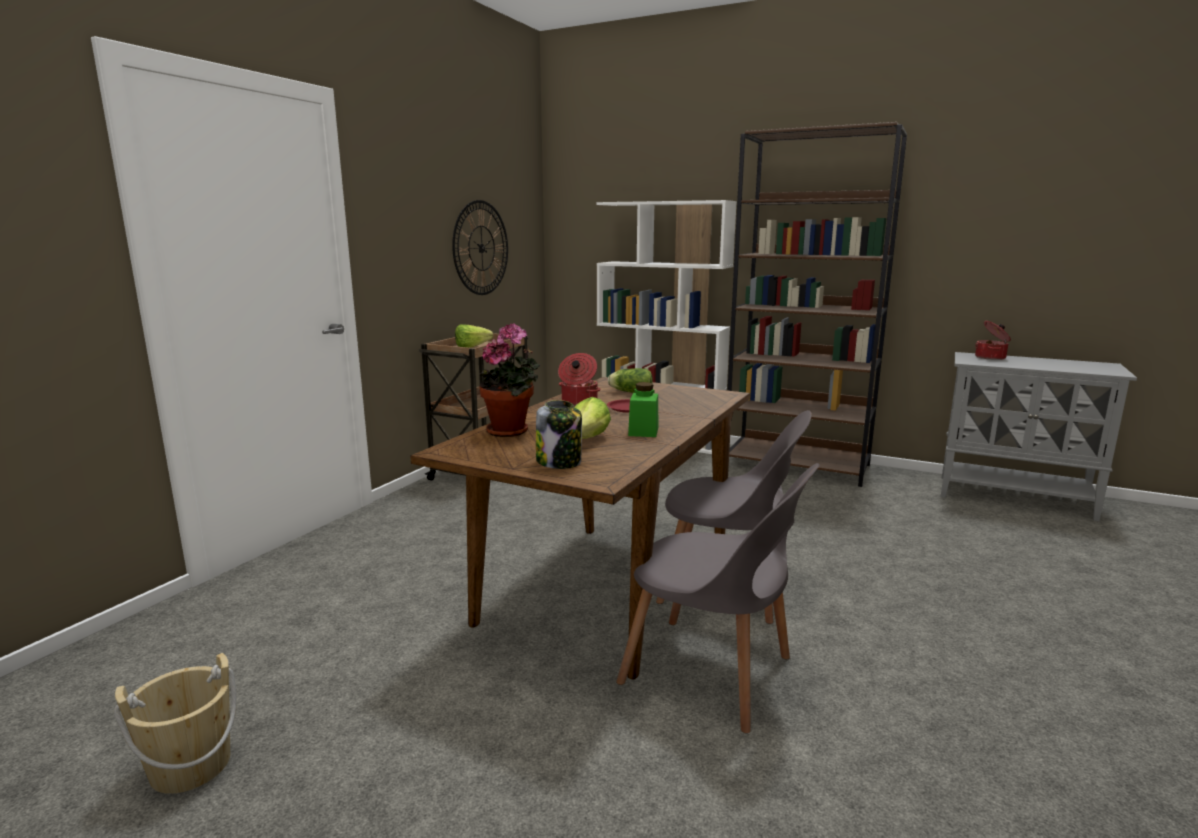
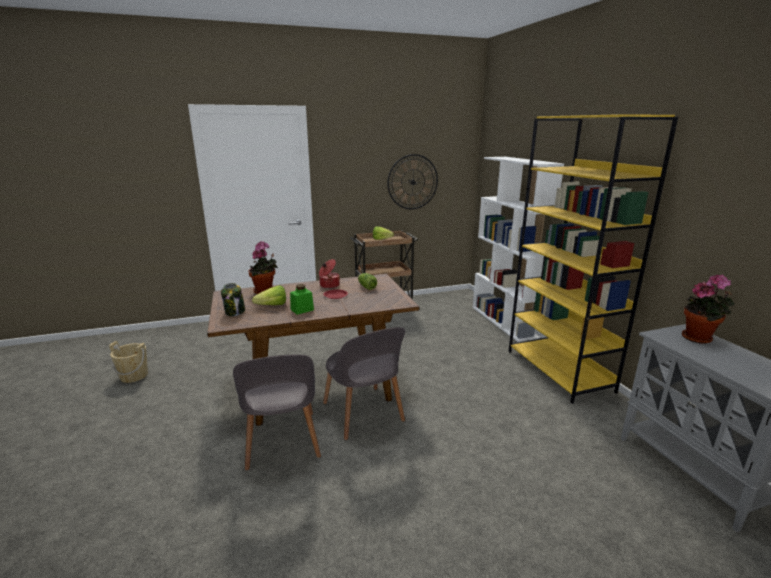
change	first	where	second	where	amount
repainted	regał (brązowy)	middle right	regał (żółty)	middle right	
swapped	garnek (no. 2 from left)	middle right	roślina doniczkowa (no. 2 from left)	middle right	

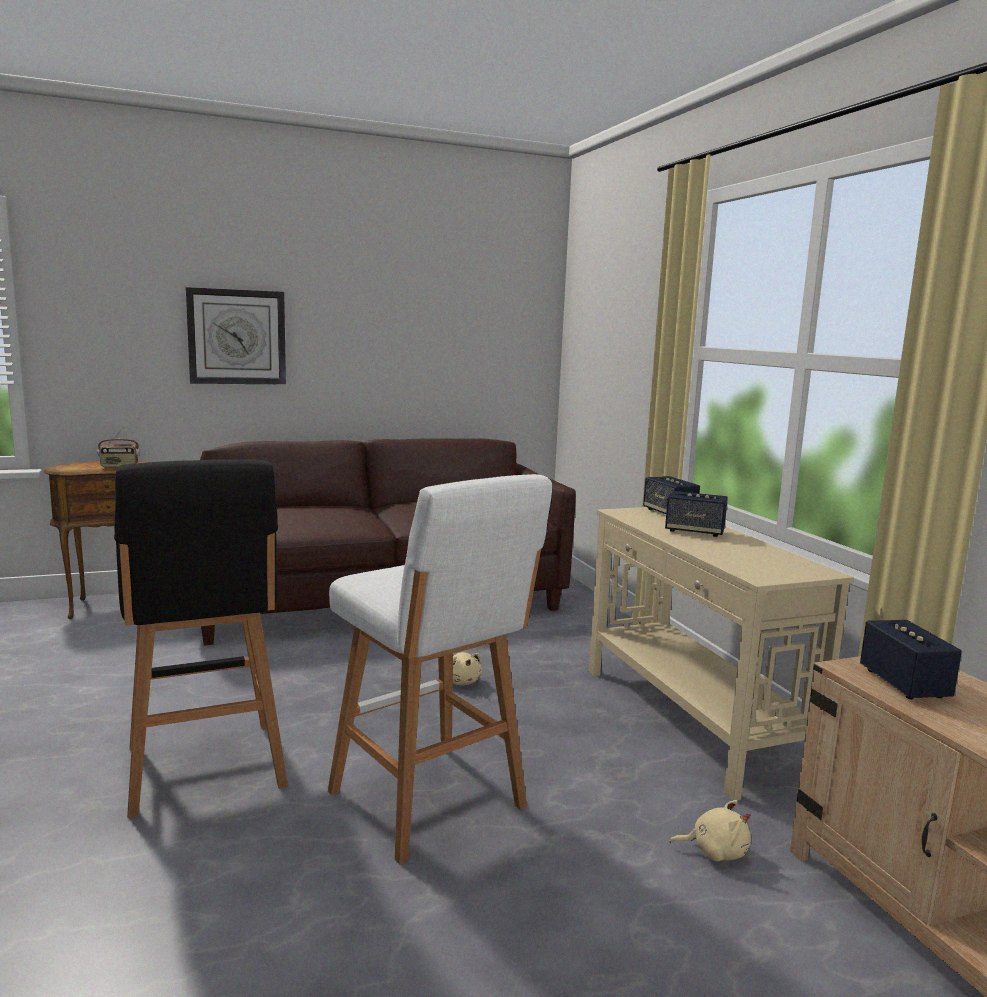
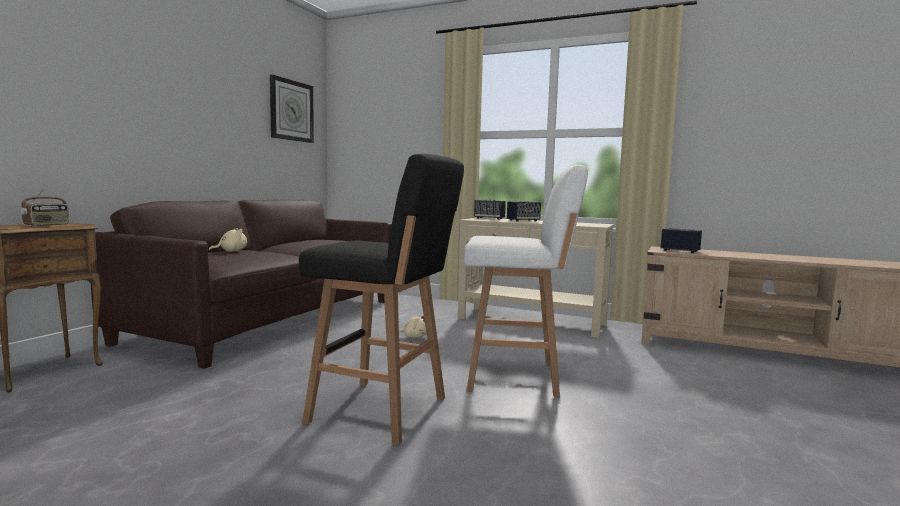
change	first	where	second	where	amount
shifted	zegar ścienny	middle left		top left	
shifted	pluszak (beżowy) (no. 2 from left in the first image)	bottom right	pluszak (beżowy) (no. 1 from left)	middle left	

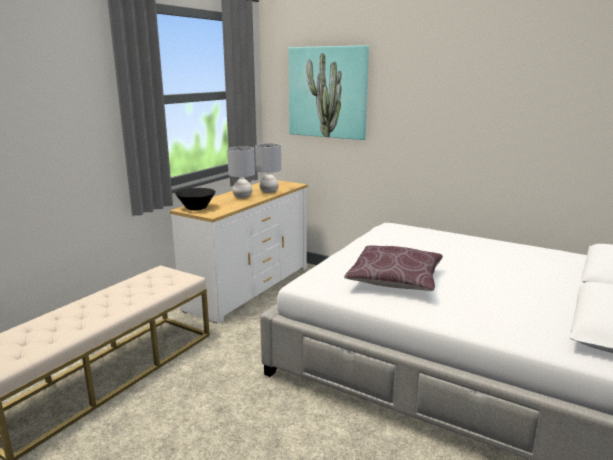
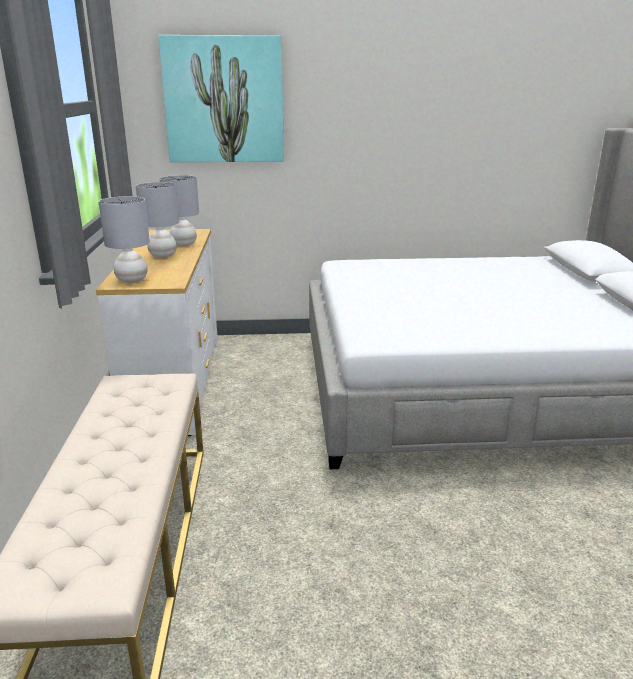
change	first	where	second	where	amount
swapped	miska (czarny)	middle left	lampa stołowa (szary) (no. 1 from left)	middle left	
gone	poduszka (brązowy)	centre			

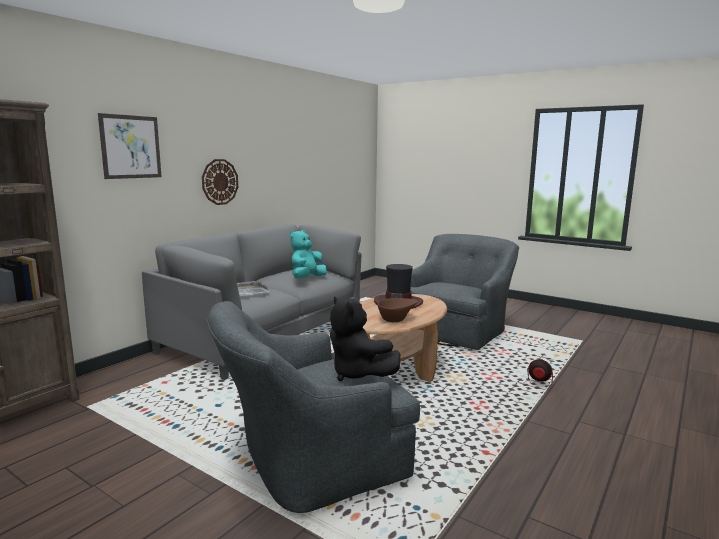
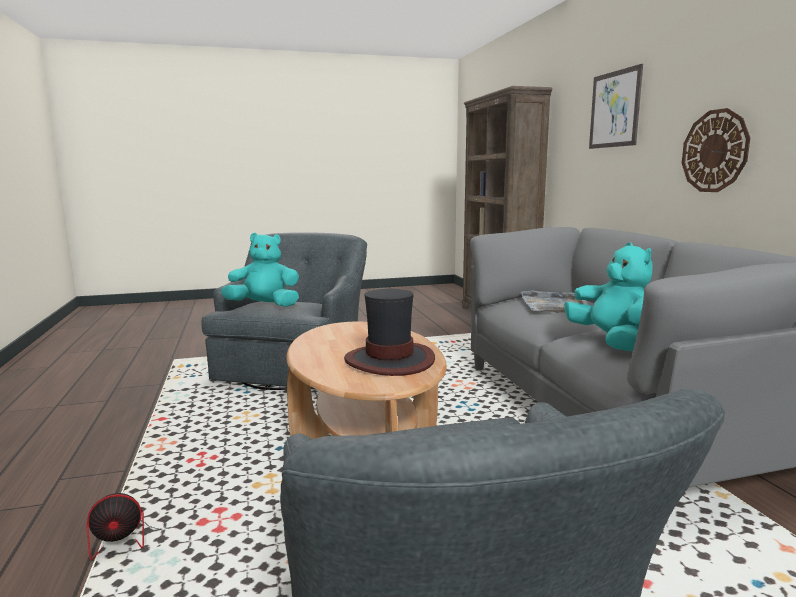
change	first	where	second	where	amount
repainted	pluszak (czarny)	centre	pluszak (turkusowy) (no. 1 from left)	middle left	
gone	miska (brązowy)	centre			

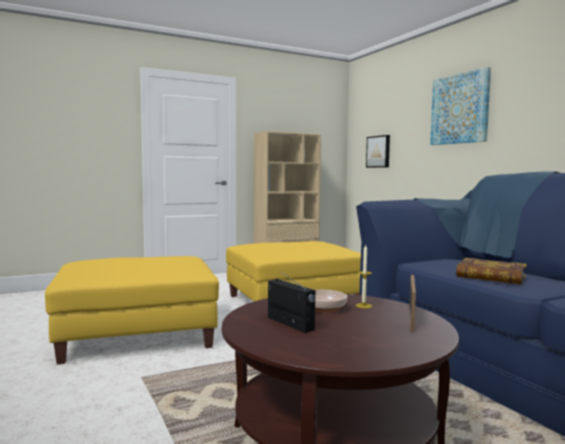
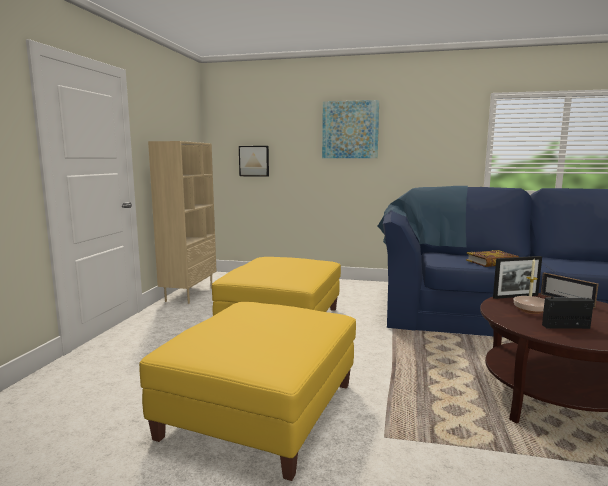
change	first	where	second	where	amount
new			ramka na zdjęcie (no. 1 from left)	middle right	

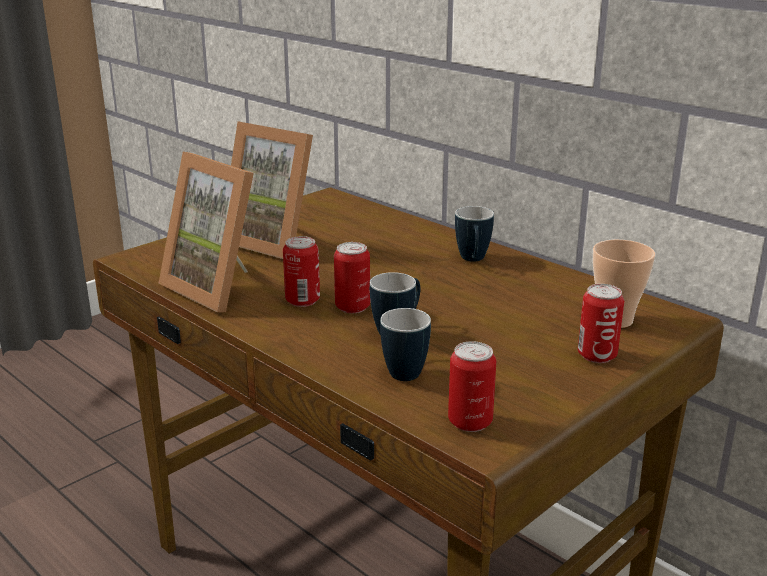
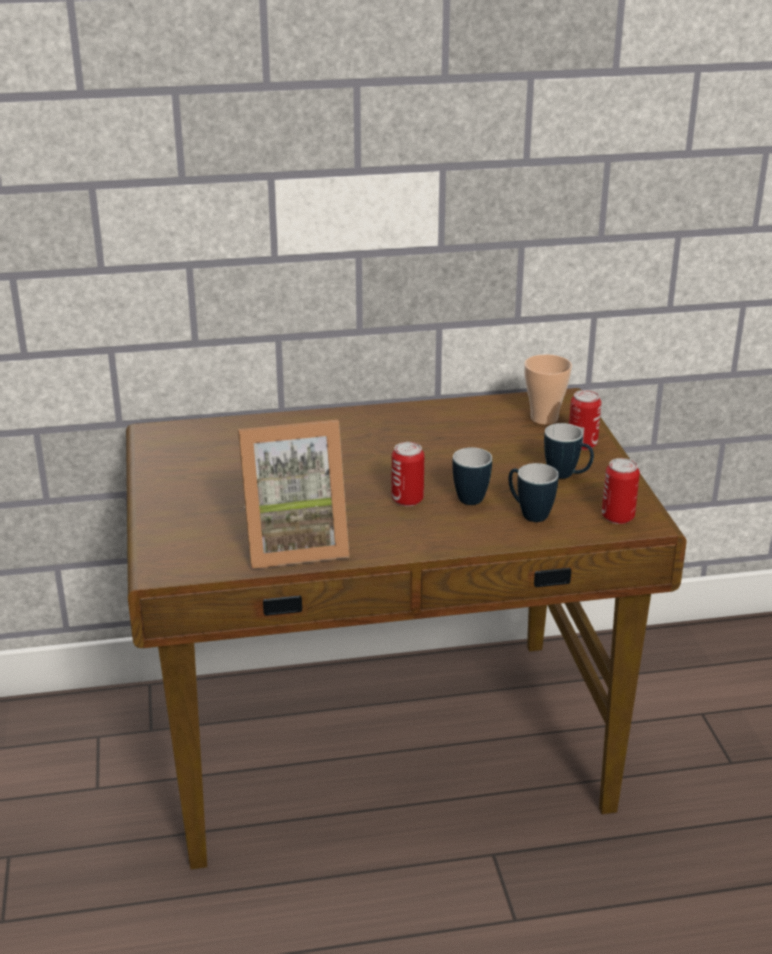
change	first	where	second	where	amount
gone	ramka na zdjęcie (no. 2 from left)	top centre			
shifted	kubek (no. 3 from left)	centre		middle right	
gone	puszka (no. 1 from left)	centre			

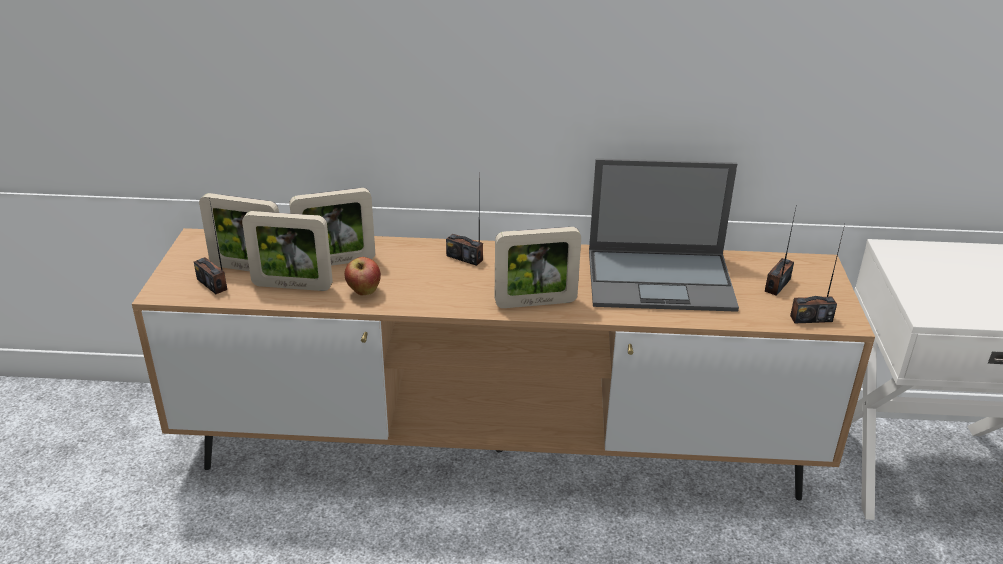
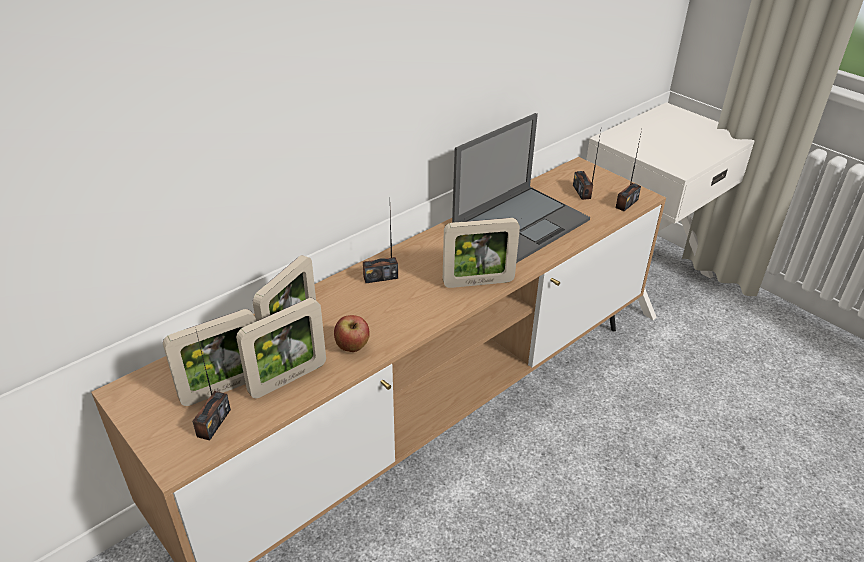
change	first	where	second	where	amount
rotated	radio (no. 1 from left)	middle left		bottom left	75 degrees counterclockwise
rotated	ramka na zdjęcie (no. 4 from left)	centre		centre	45 degrees clockwise

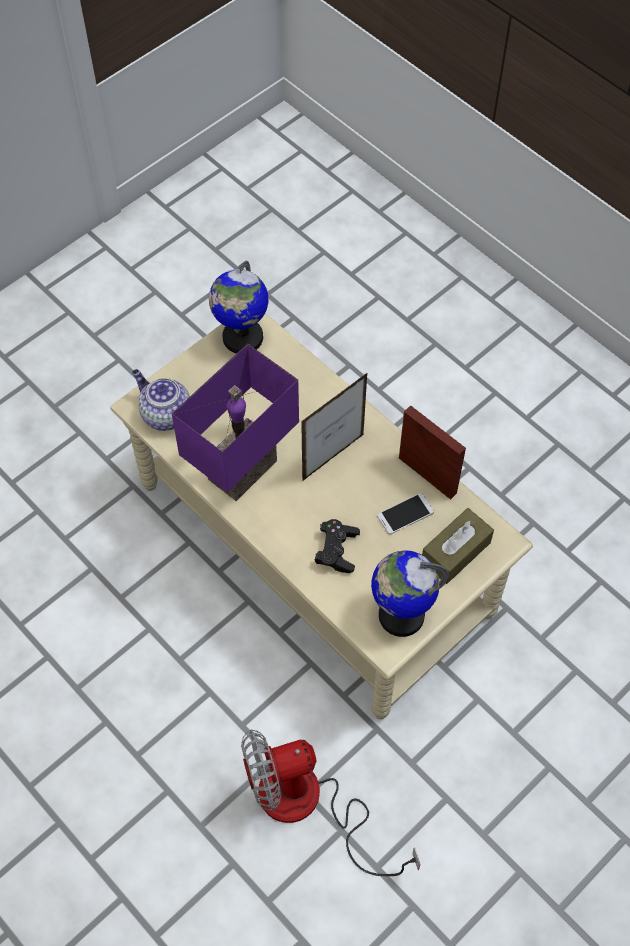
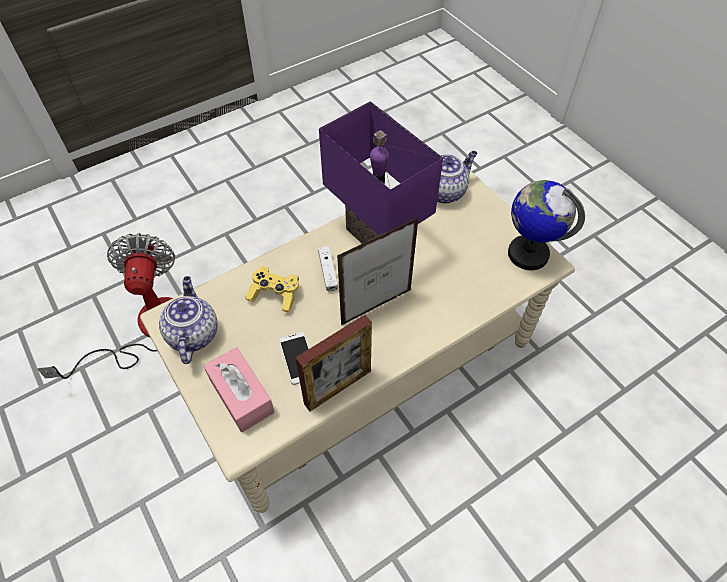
change	first	where	second	where	amount
rotated	ramka na zdjęcie (no. 1 from left in the first image)	centre	ramka na zdjęcie (no. 2 from left)	centre	90 degrees counterclockwise
repainted	pudełko chusteczek (brązowy)	middle right	pudełko chusteczek (różowy)	bottom left	
repainted	pad do gier (czarny)	centre	pad do gier (żółty)	centre	
swapped	globus (no. 2 from left)	centre	imbryk (no. 1 from left)	middle left	
new			pad do gier (biały)	centre	

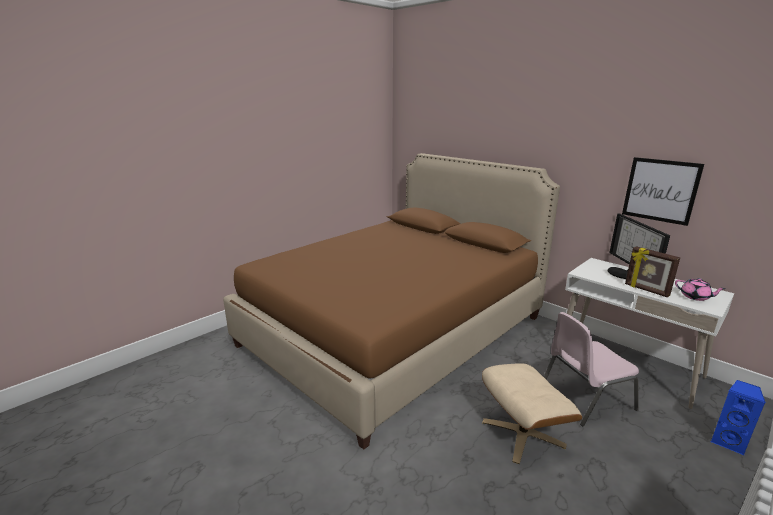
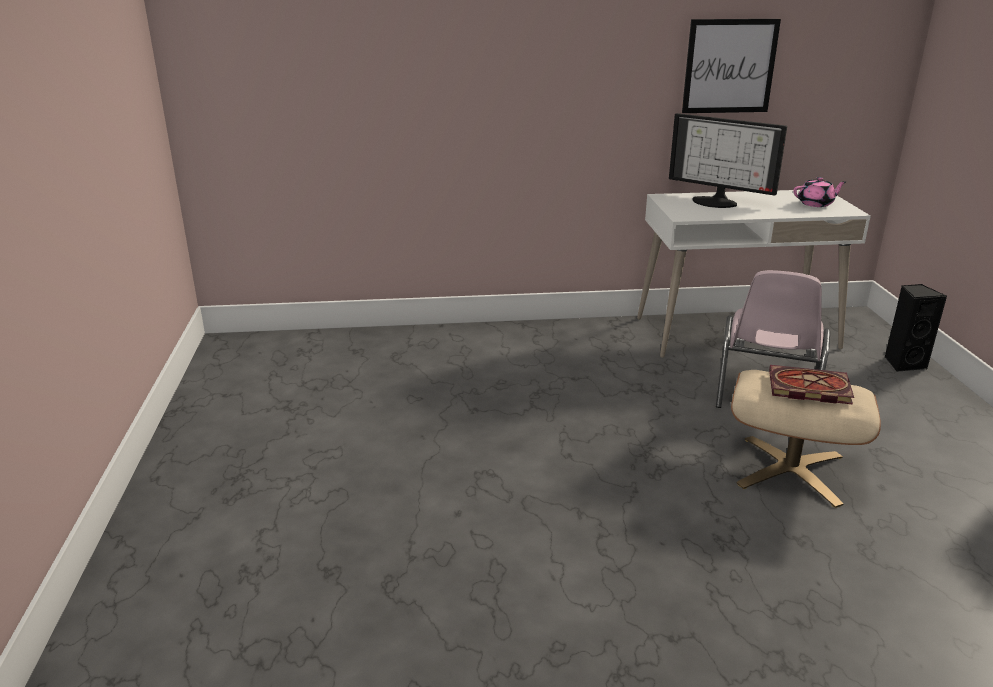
change	first	where	second	where	amount
gone	łóżko (brązowy)	centre			
gone	ramka na zdjęcie	middle right			
repainted	głośnik (niebieski)	bottom right	głośnik (czarny)	middle right	
new			książka	middle right	

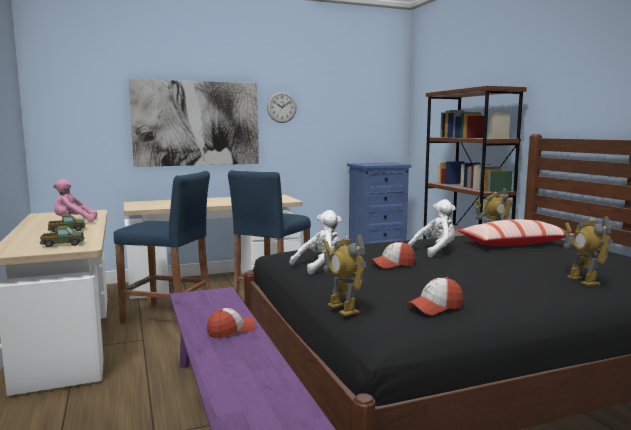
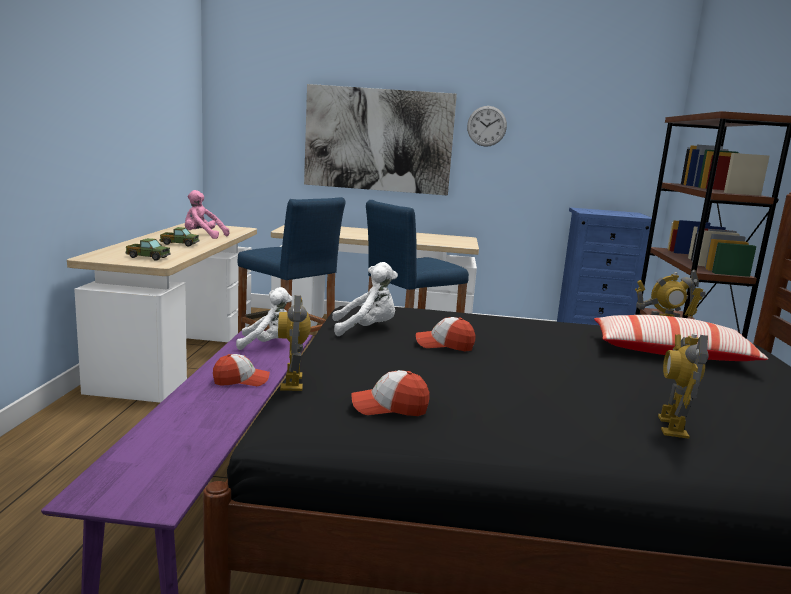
change	first	where	second	where	amount
shifted	pluszak (biały) (no. 2 from left in the first image)	middle right	pluszak (biały) (no. 1 from left)	centre	

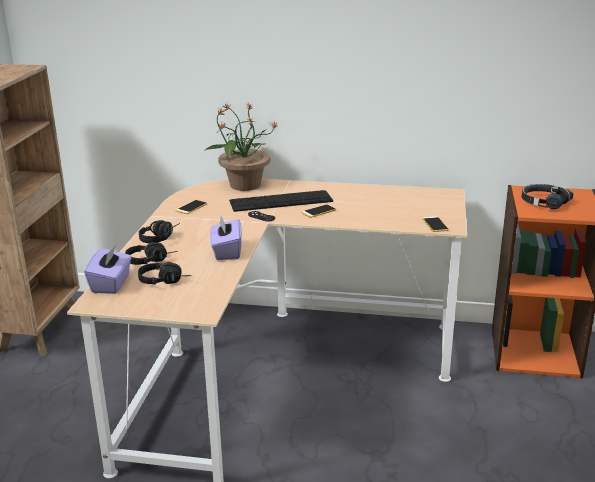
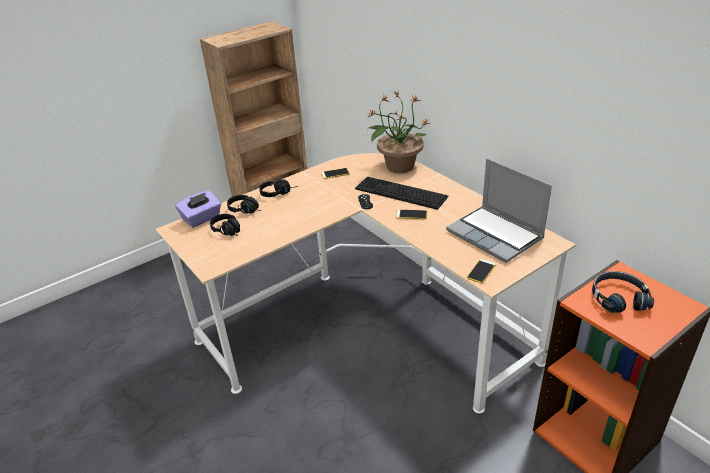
change	first	where	second	where	amount
gone	pudełko chusteczek (fioletowy) (no. 2 from left)	centre			
new			laptop	middle right	

